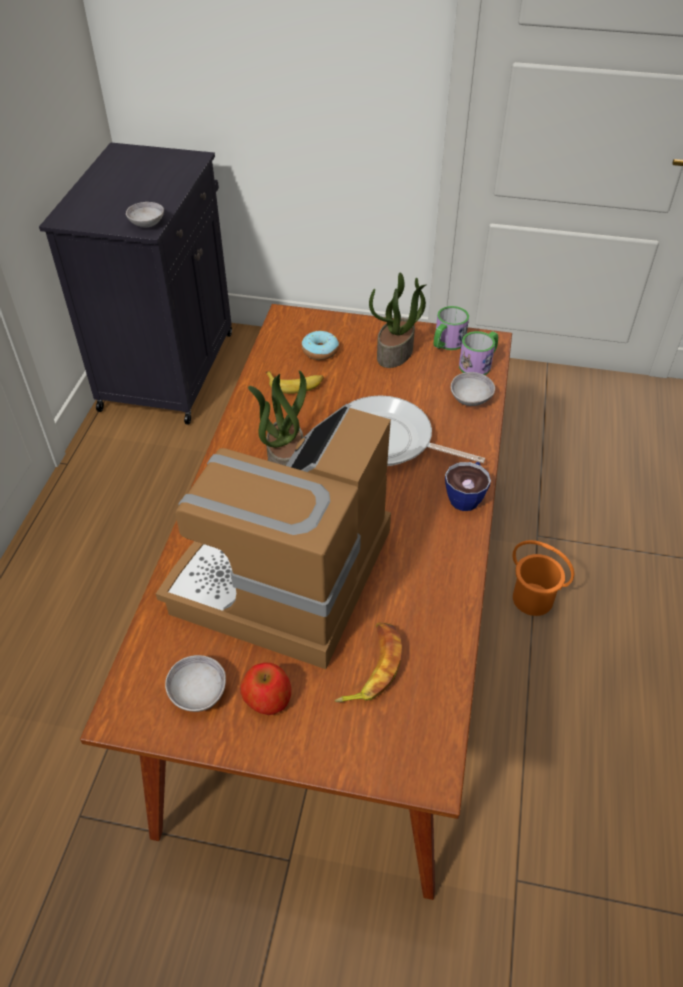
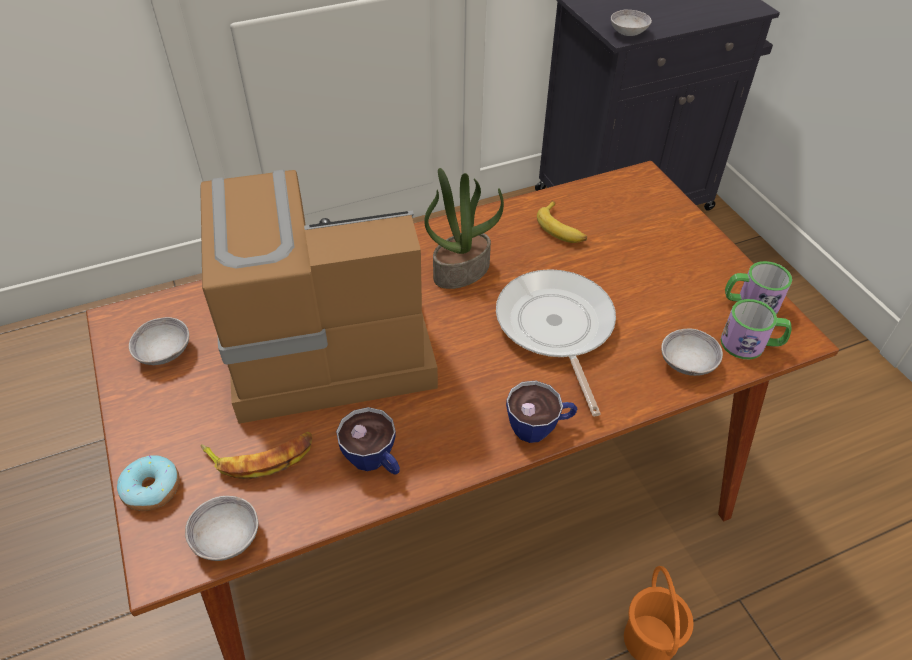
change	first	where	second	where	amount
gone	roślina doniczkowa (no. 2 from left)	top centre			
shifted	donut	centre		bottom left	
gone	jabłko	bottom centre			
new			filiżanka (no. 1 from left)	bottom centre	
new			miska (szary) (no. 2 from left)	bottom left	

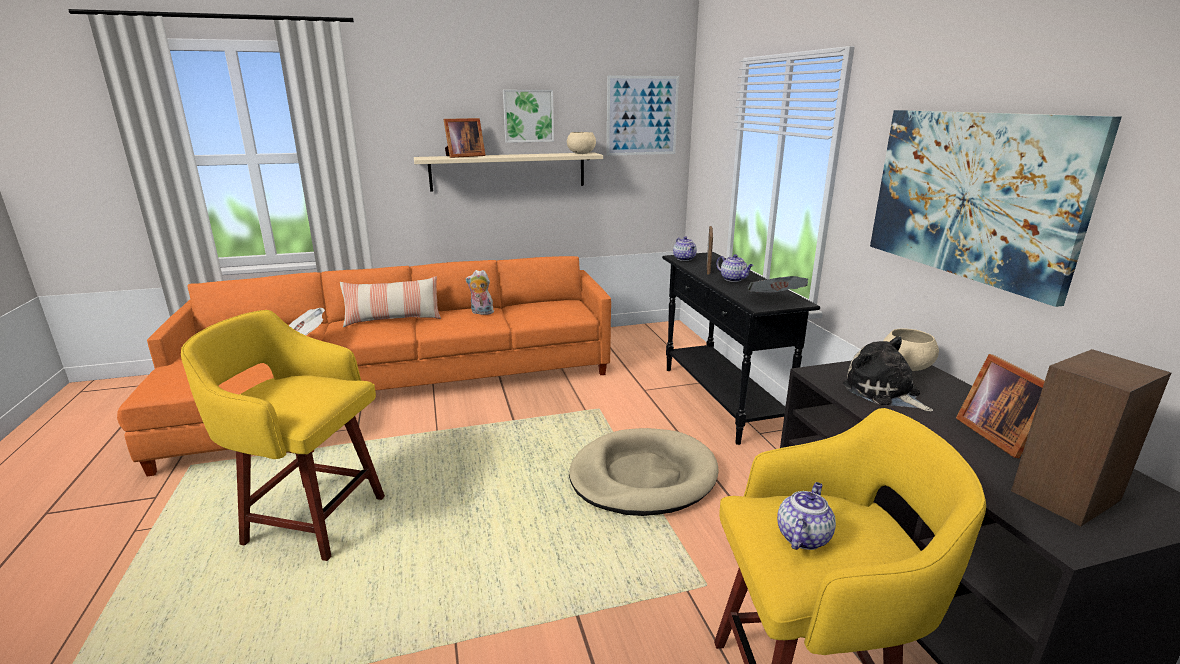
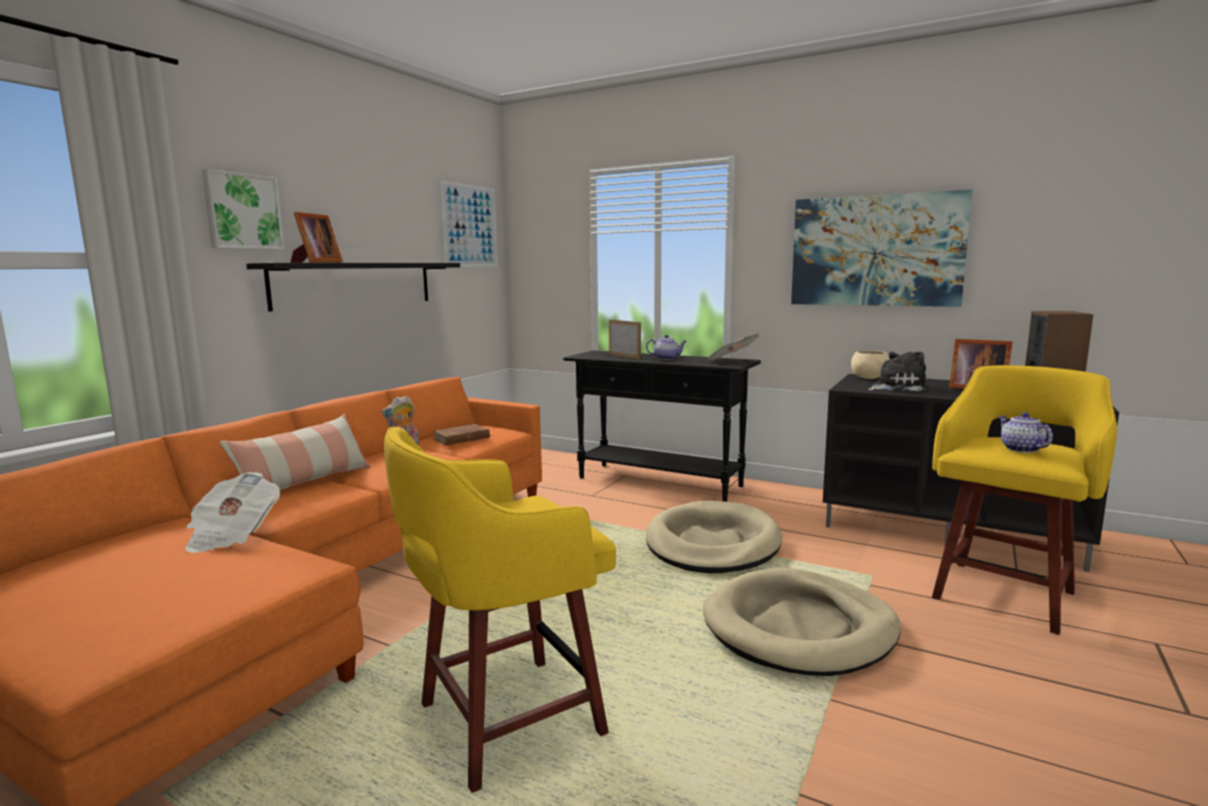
change	first	where	second	where	amount
shifted	obraz (no. 1 from left)	top centre		top left	
gone	miska (beżowy) (no. 1 from left)	top centre			
repainted	półka (beżowy)	top centre	półka (czarny)	middle left	
gone	imbryk (no. 1 from left)	centre			
rotated	pluszak (no. 2 from left)	middle right		middle right	150 degrees clockwise
new			książka (brązowy)	centre	
new			legowisko (beżowy) (no. 2 from left)	bottom centre	

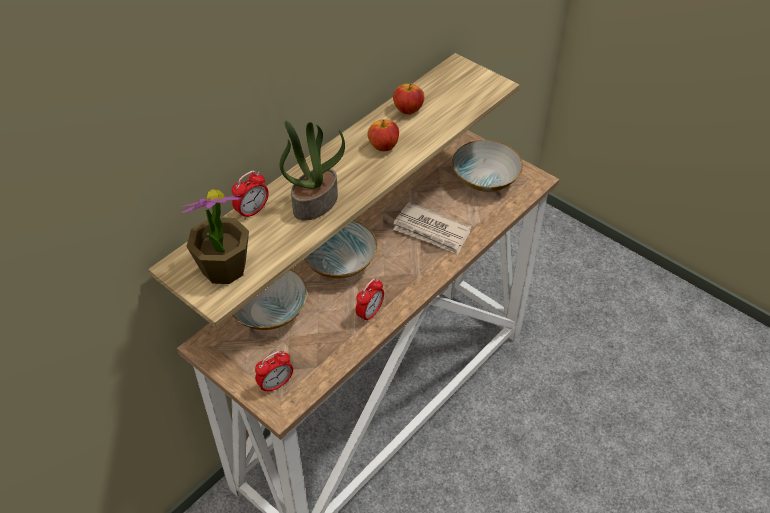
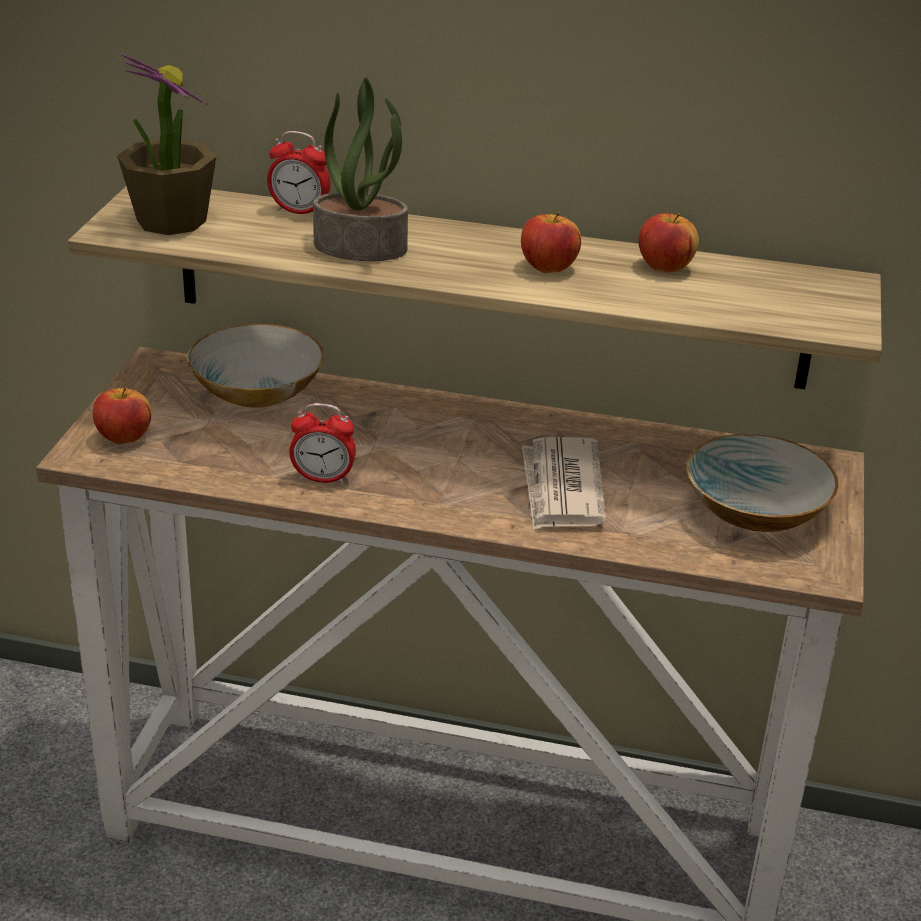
change	first	where	second	where	amount
gone	miska (no. 2 from left)	centre			
swapped	budzik (no. 2 from left)	bottom centre	jabłko (no. 1 from left)	middle left	

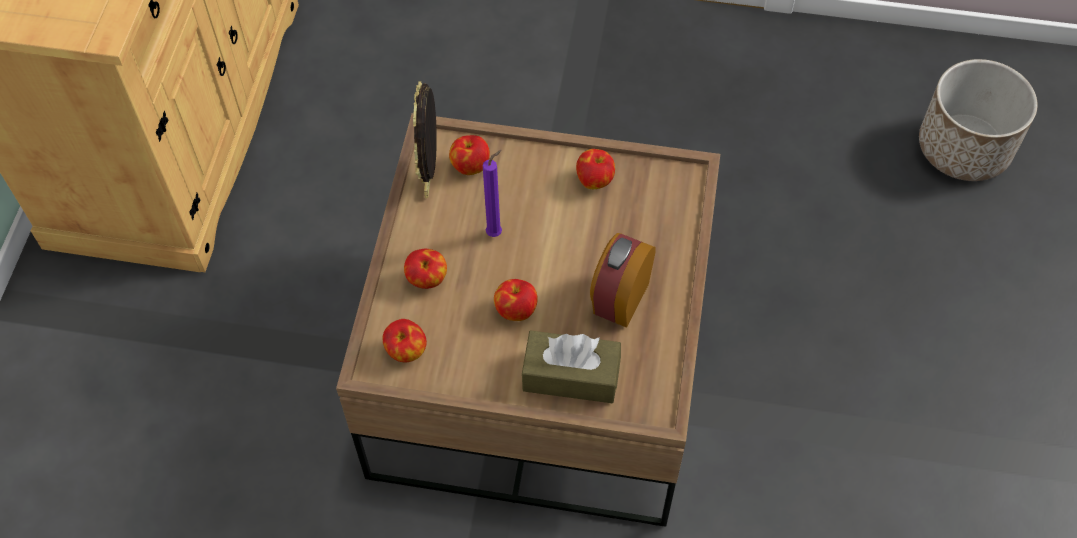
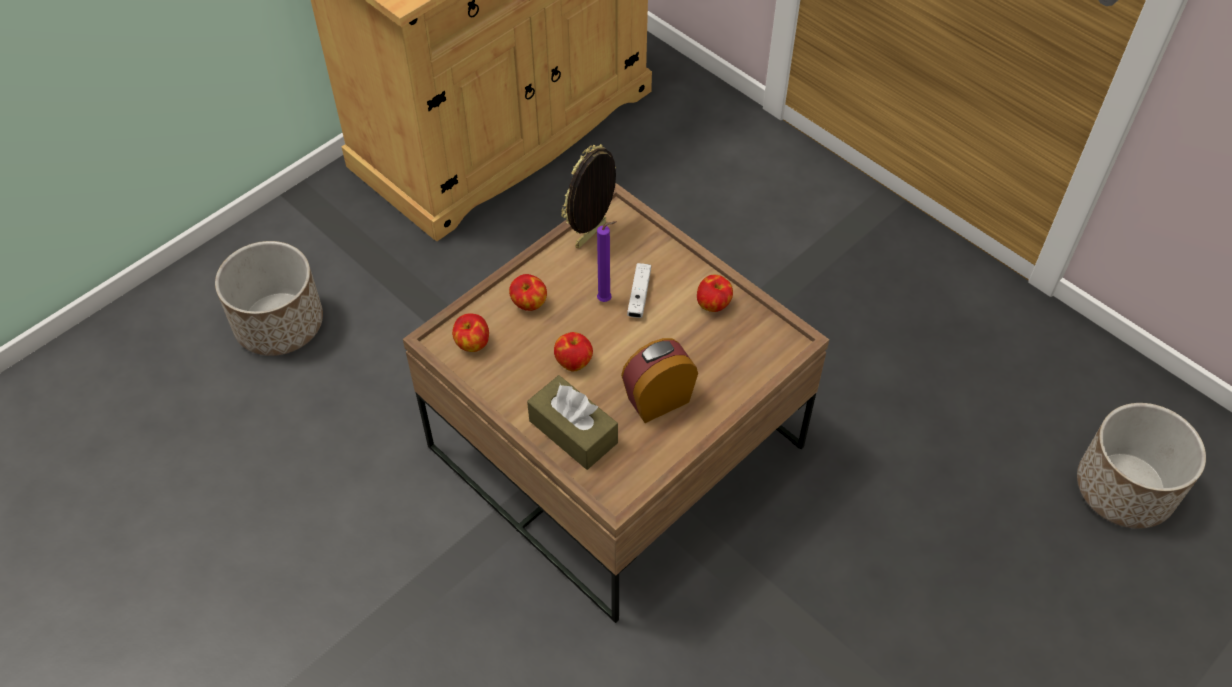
change	first	where	second	where	amount
gone	jabłko (no. 3 from left)	top centre			
new			donica (no. 1 from left)	middle left	
new			pad do gier (biały)	centre	

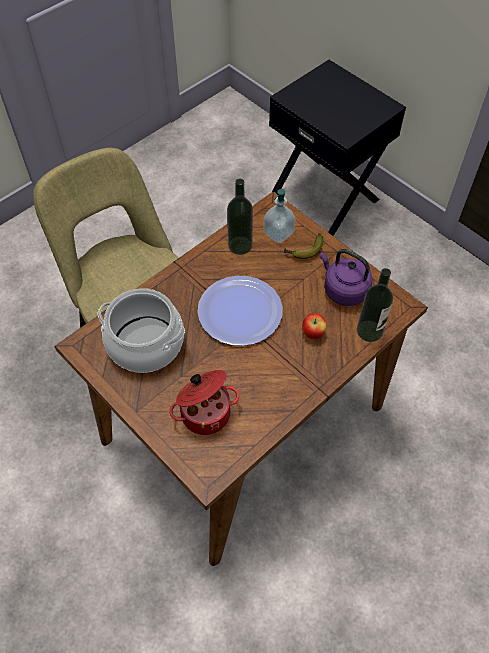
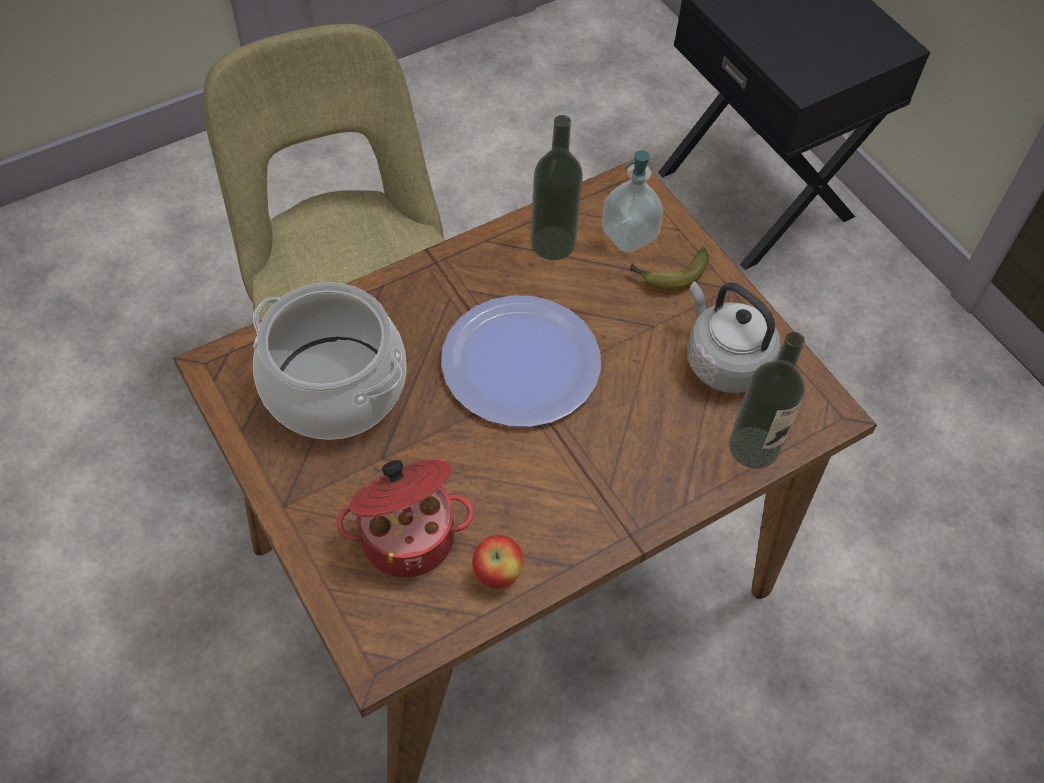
change	first	where	second	where	amount
repainted	czajnik (fioletowy)	middle right	czajnik (szary)	middle right	
shifted	jabłko	centre		bottom centre	

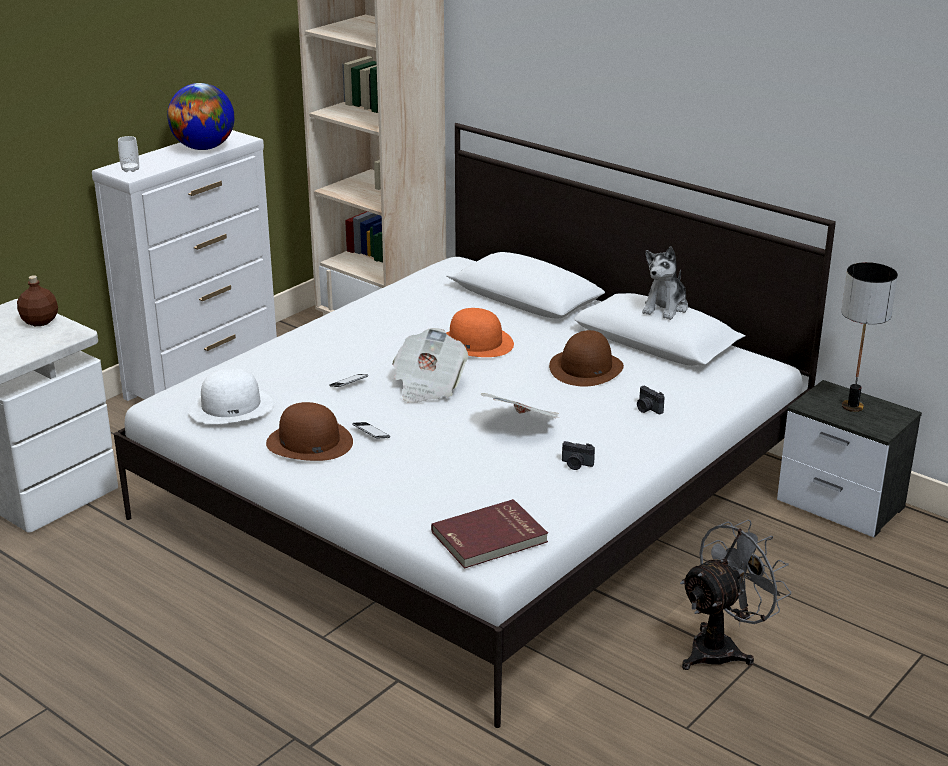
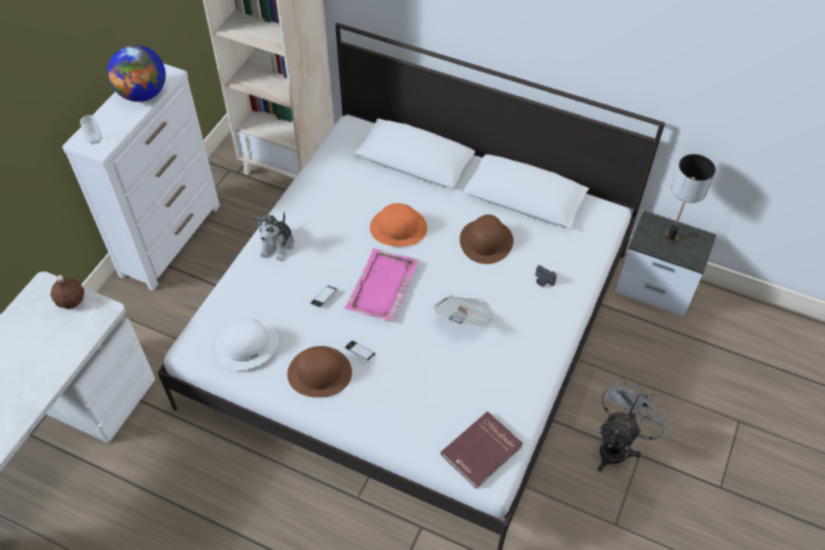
change	first	where	second	where	amount
shifted	pluszak	middle right		middle left	
swapped	gazeta (no. 1 from left)	centre	taca (różowy)	centre	
gone	aparat fotograficzny (no. 1 from left)	centre			

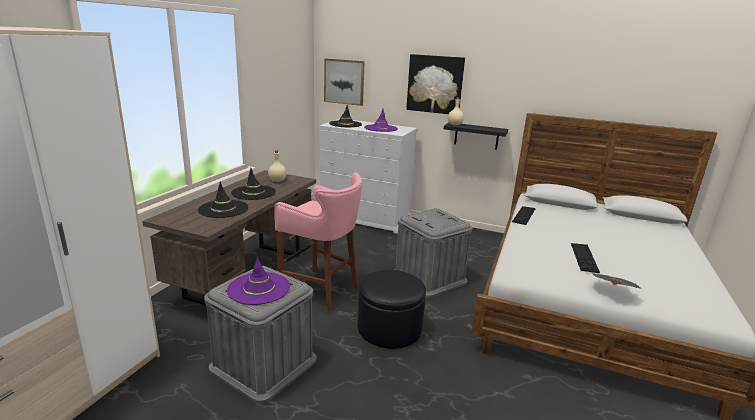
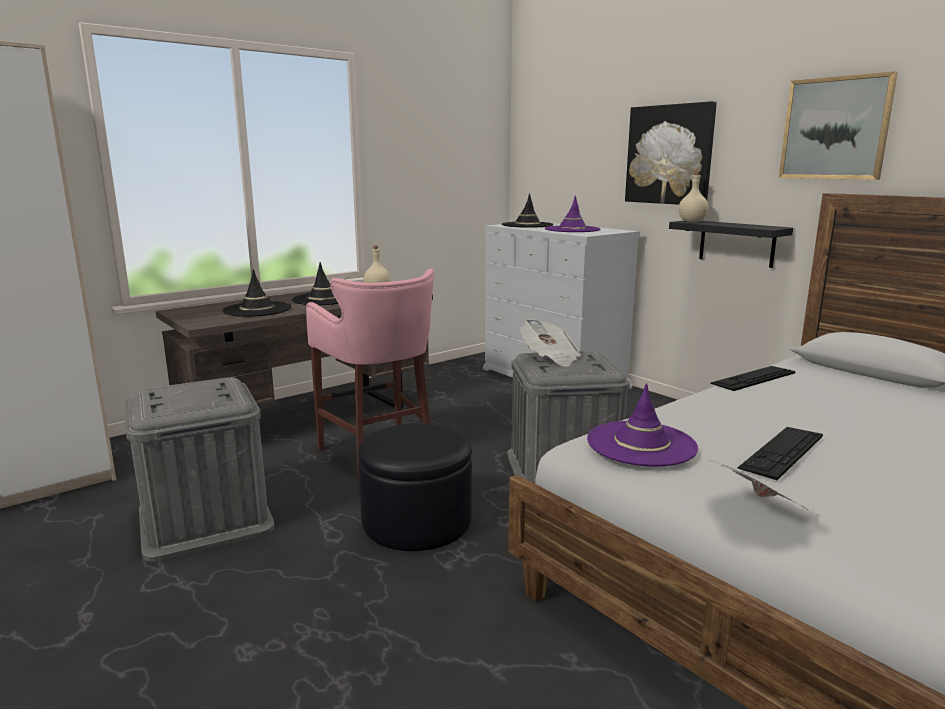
change	first	where	second	where	amount
shifted	obraz (no. 1 from left in the first image)	top centre	obraz (no. 2 from left)	top right	
shifted	kapelusz (fioletowy) (no. 1 from left in the first image)	bottom centre	kapelusz (fioletowy) (no. 2 from left)	middle right	
new			gazeta (no. 1 from left)	centre	

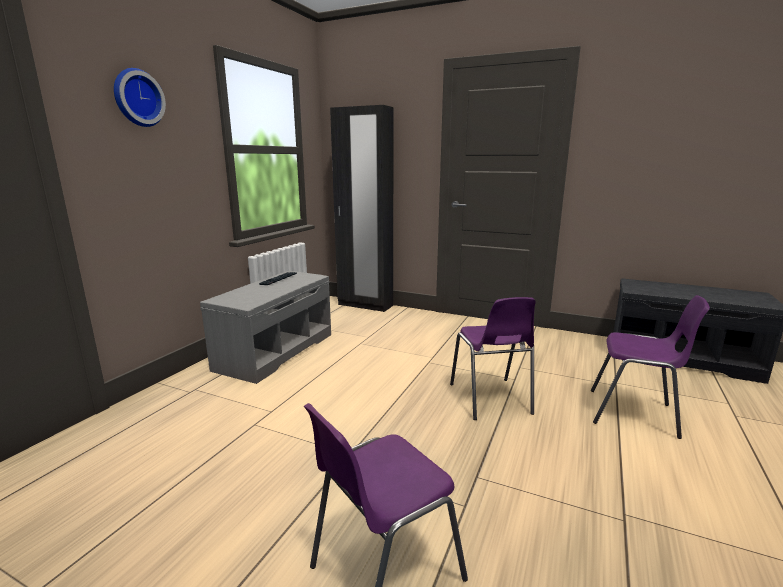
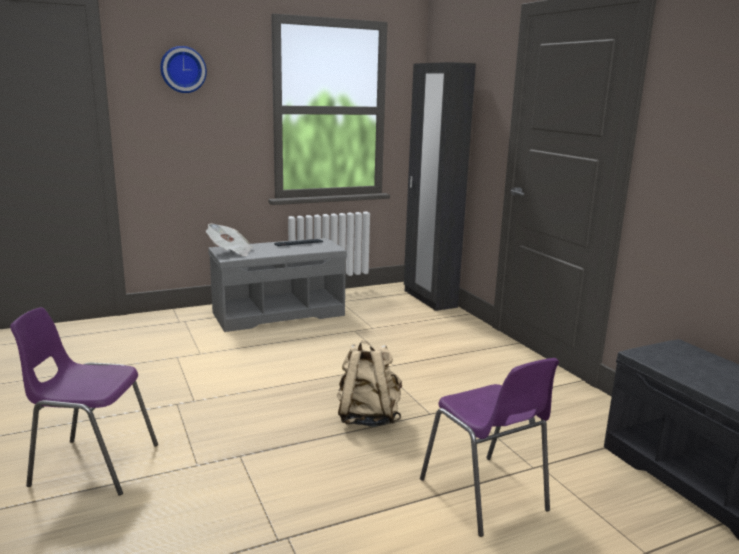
change	first	where	second	where	amount
swapped	krzesło (fioletowy) (no. 2 from left)	centre	plecak (beżowy)	bottom centre	
new			gazeta	middle left	

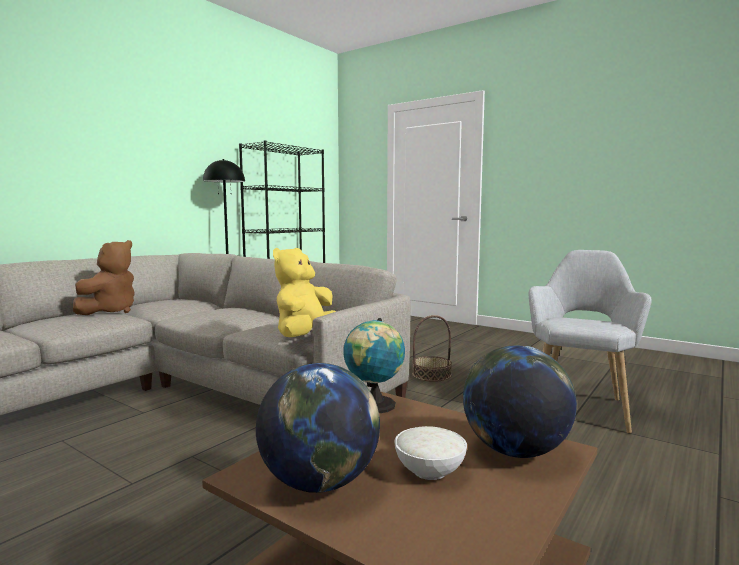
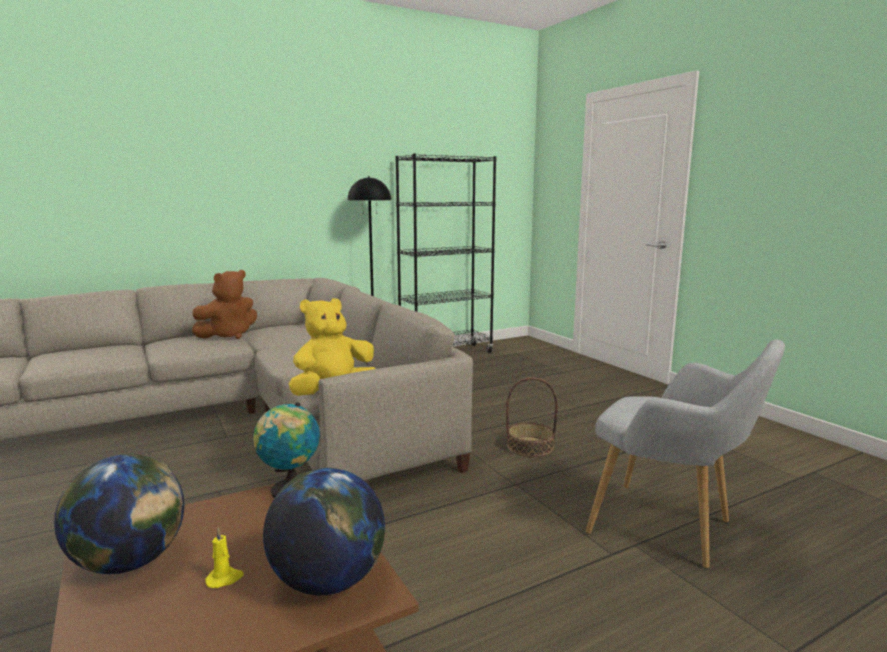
change	first	where	second	where	amount
rotated	fotel (szary)	middle right		bottom right	75 degrees clockwise
swapped	miska (biały)	bottom centre	świeca (żółty)	bottom left	

